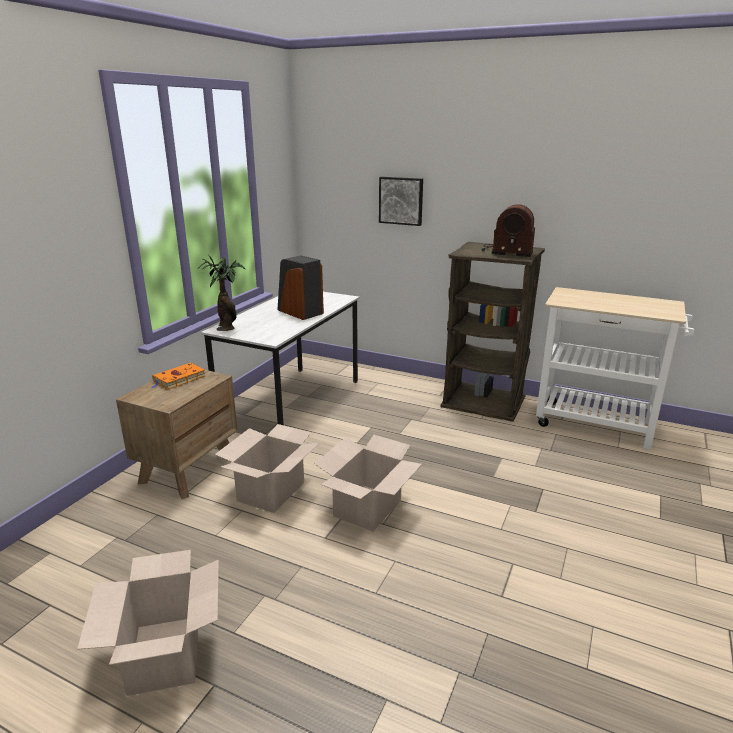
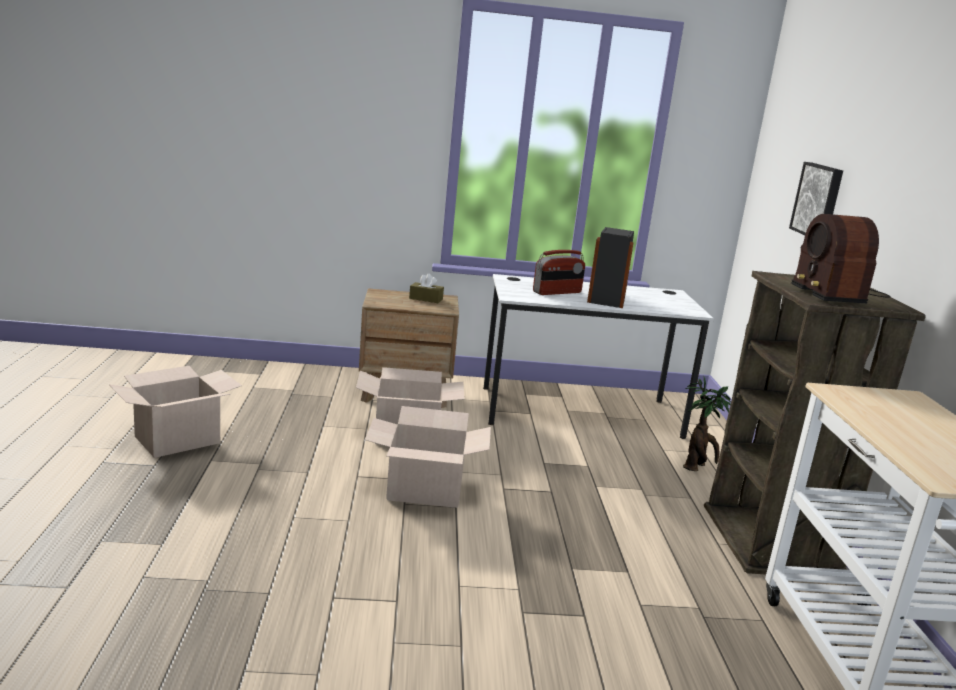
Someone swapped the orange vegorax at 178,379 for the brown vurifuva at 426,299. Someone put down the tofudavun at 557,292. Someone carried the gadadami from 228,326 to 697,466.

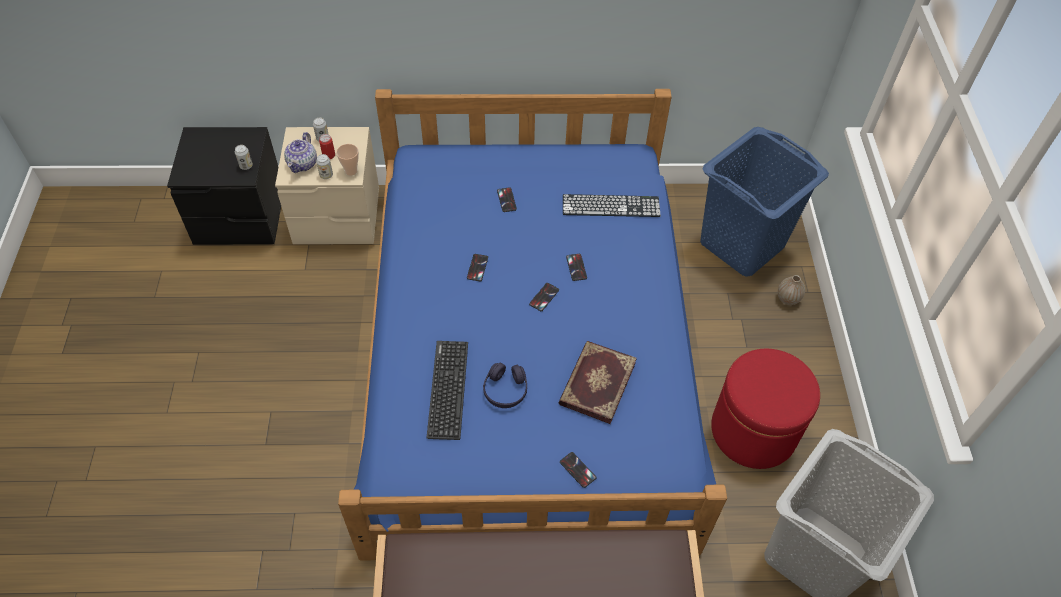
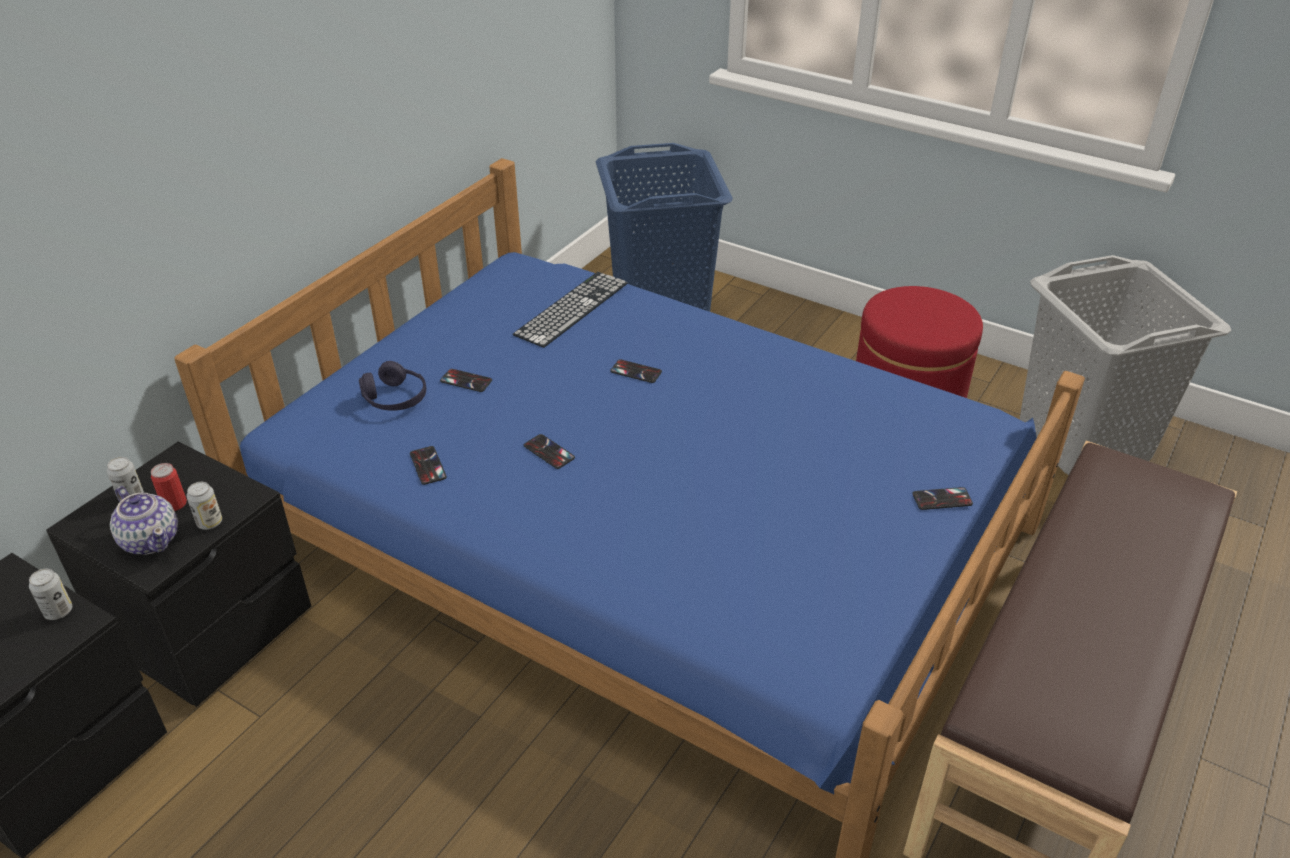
Someone repainted the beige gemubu at 337,216, which became the black gemubu at 207,628. Someone carried the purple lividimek from 505,390 to 395,398. Someone carried the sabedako from 544,297 to 428,466. Someone took away the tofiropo at 351,171. Someone took away the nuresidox at 448,389. Someone took away the vegorax at 596,383. Someone took away the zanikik at 787,299.

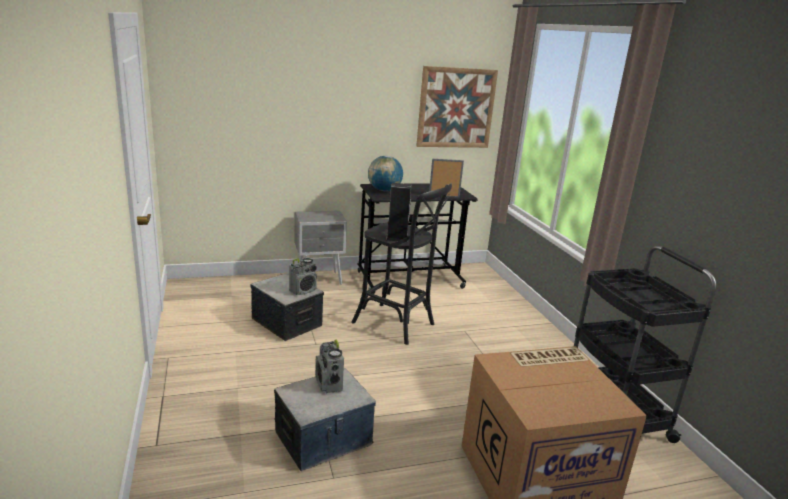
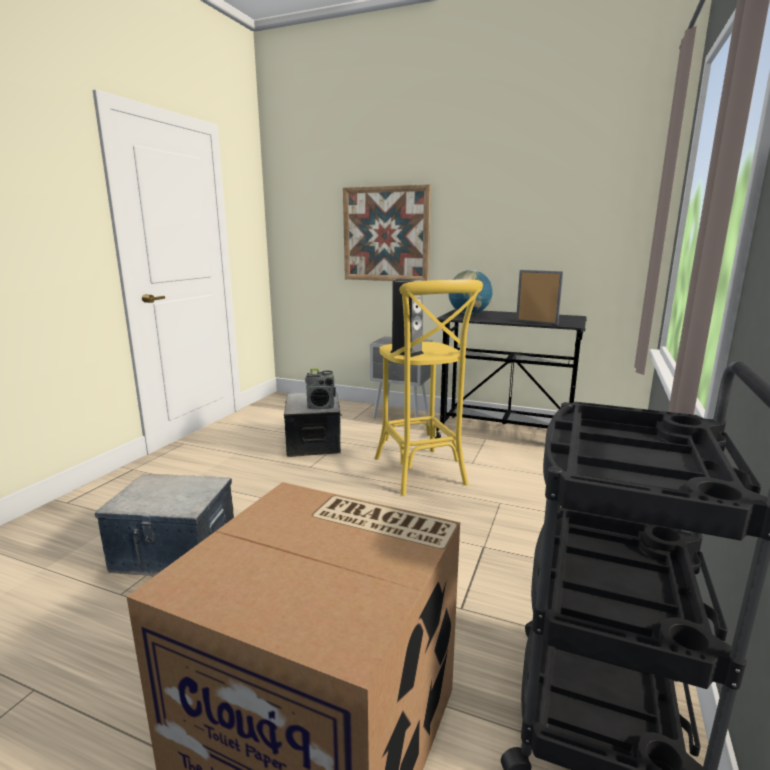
Someone carried the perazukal from 456,108 to 386,234. Someone repainted the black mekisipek at 396,325, which became the yellow mekisipek at 420,473. Someone took away the tofudavun at 329,384.

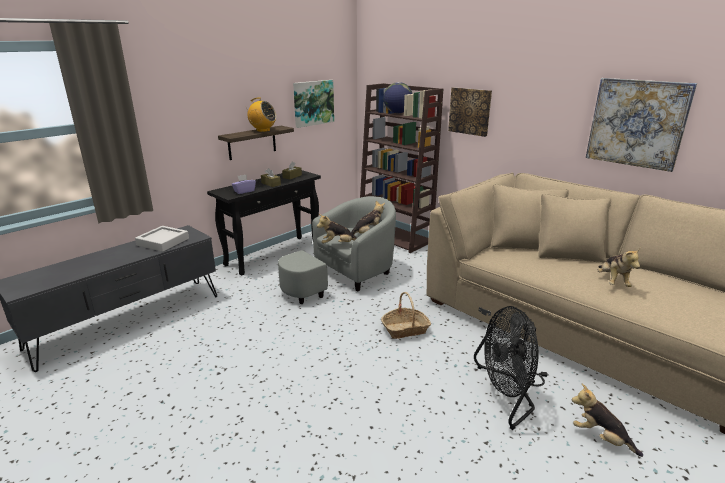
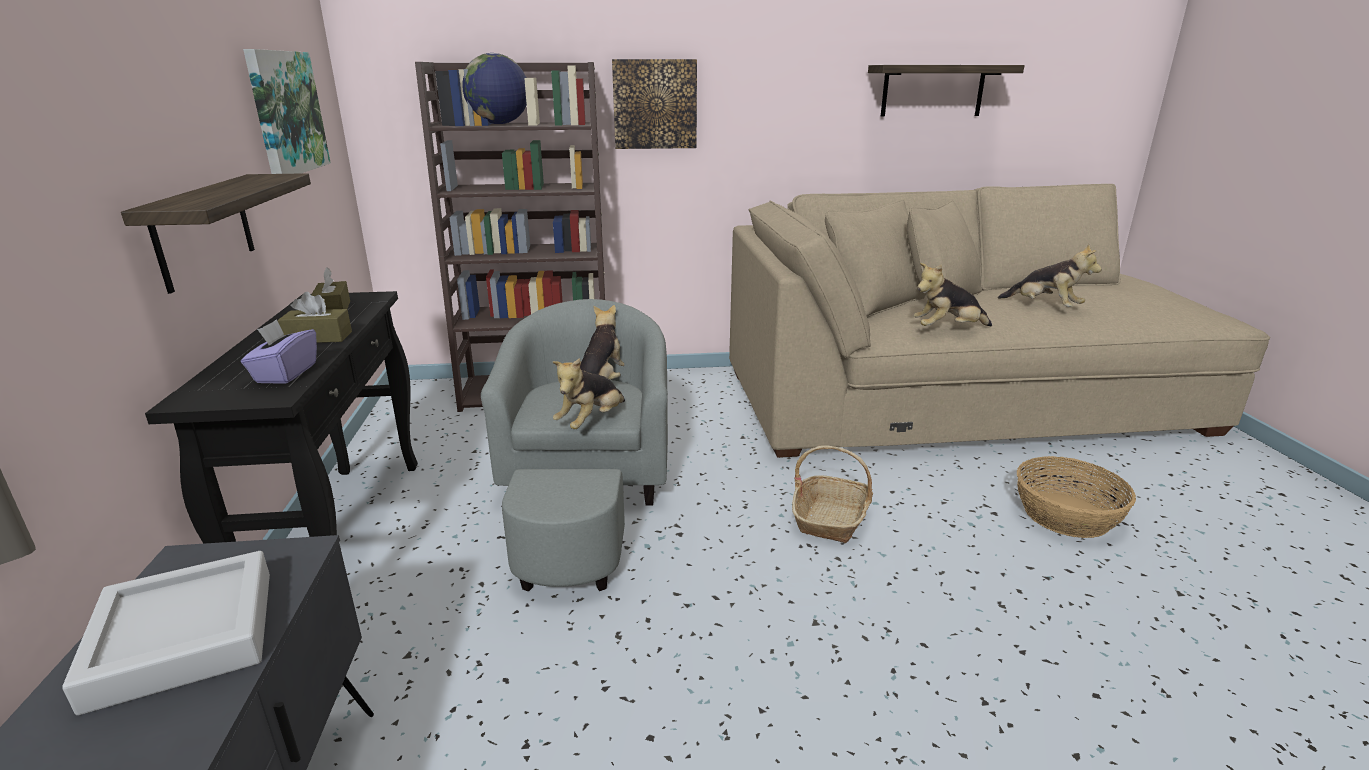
Someone swapped the perazukal at 637,123 for the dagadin at 932,91. Someone carried the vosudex from 600,438 to 947,329. Someone swapped the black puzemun at 509,392 for the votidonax at 1066,515. Someone took away the tofudavun at 262,130.

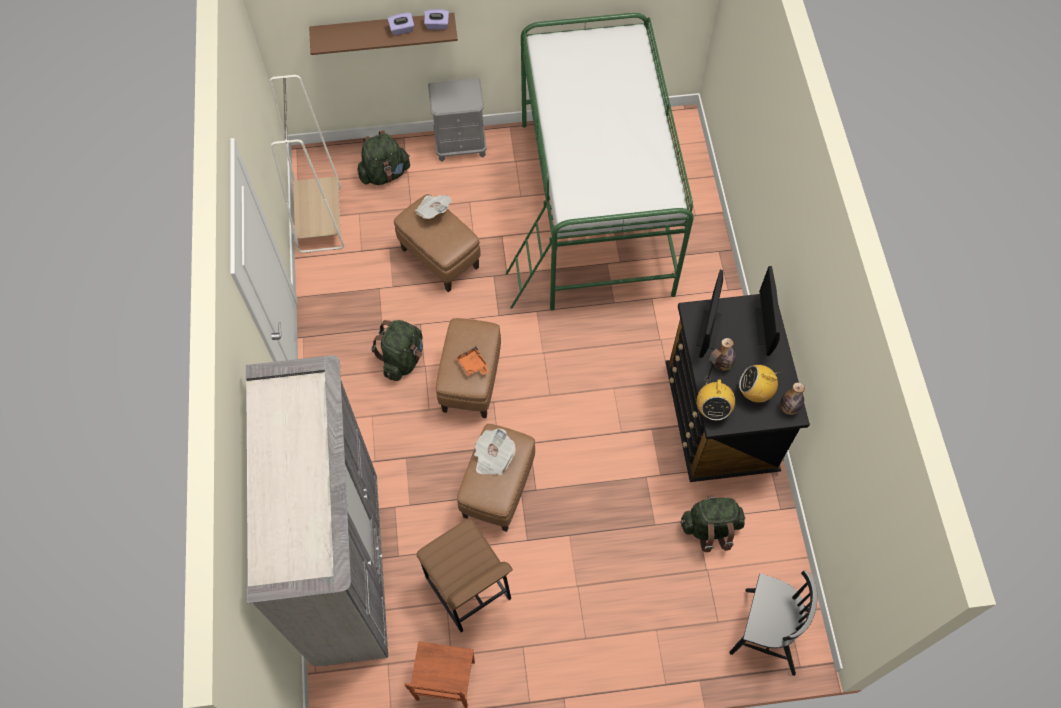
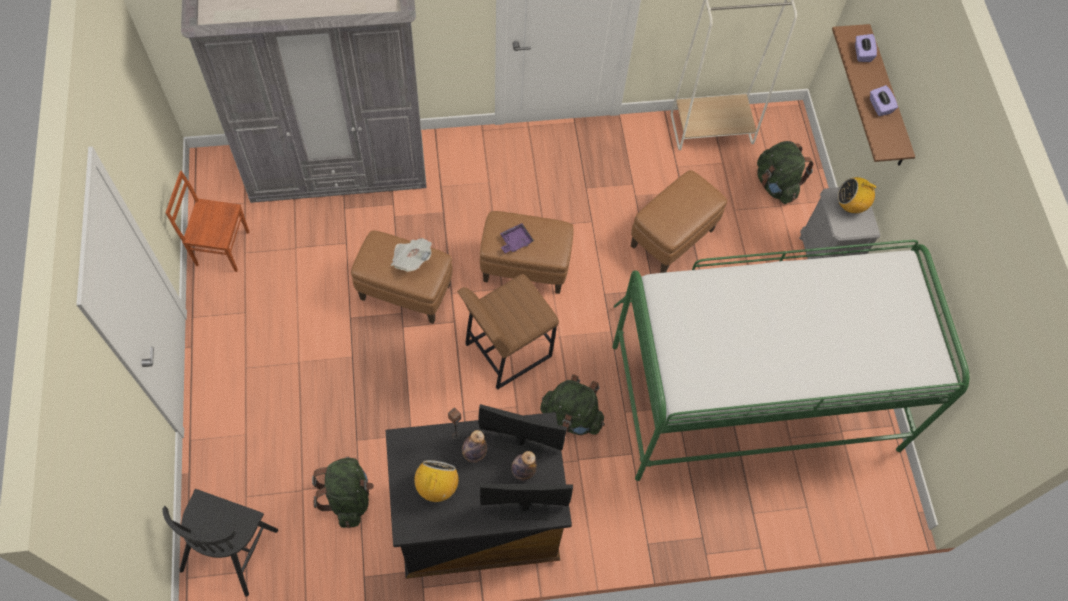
Someone carried the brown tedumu from 469,590 to 506,351. Someone repainted the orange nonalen at 472,365, which became the purple nonalen at 515,241. Someone carried the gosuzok from 789,408 to 523,471. Someone carried the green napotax from 403,359 to 572,417. Someone carried the tofudavun from 712,409 to 850,205. Someone carried the purple vurifuva from 437,25 to 862,53. Someone took away the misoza at 434,211.

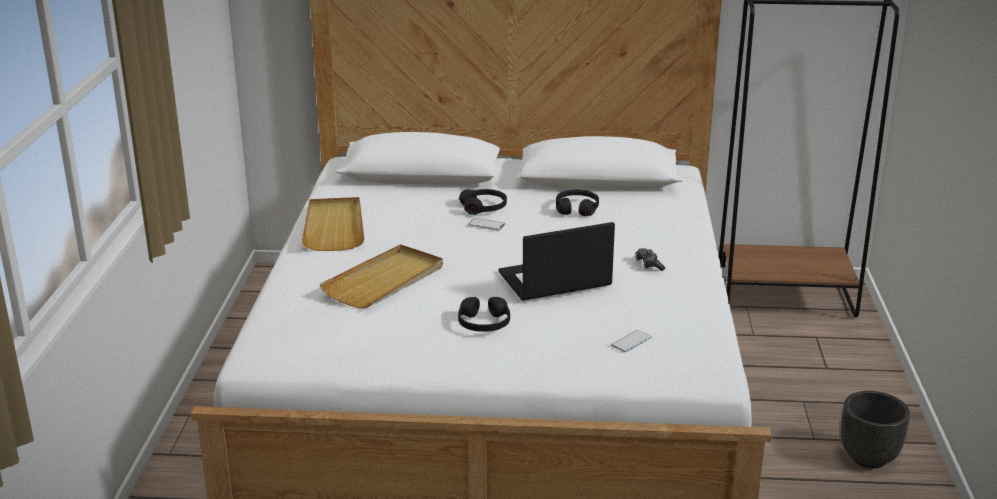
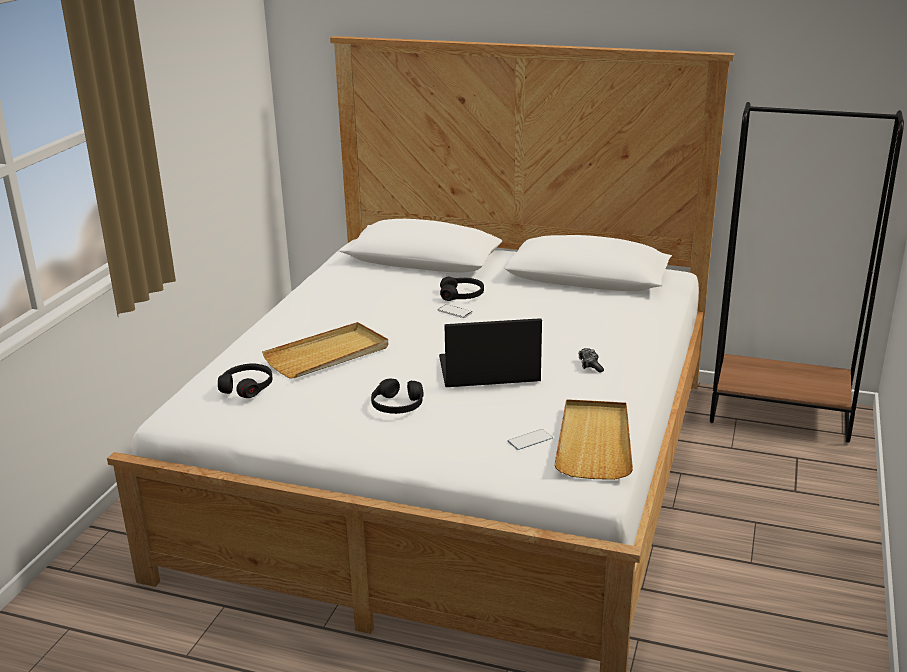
Someone carried the black lividimek from 577,209 to 247,387. Someone carried the beige nonalen from 334,227 to 594,442. Someone took away the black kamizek at 869,458.

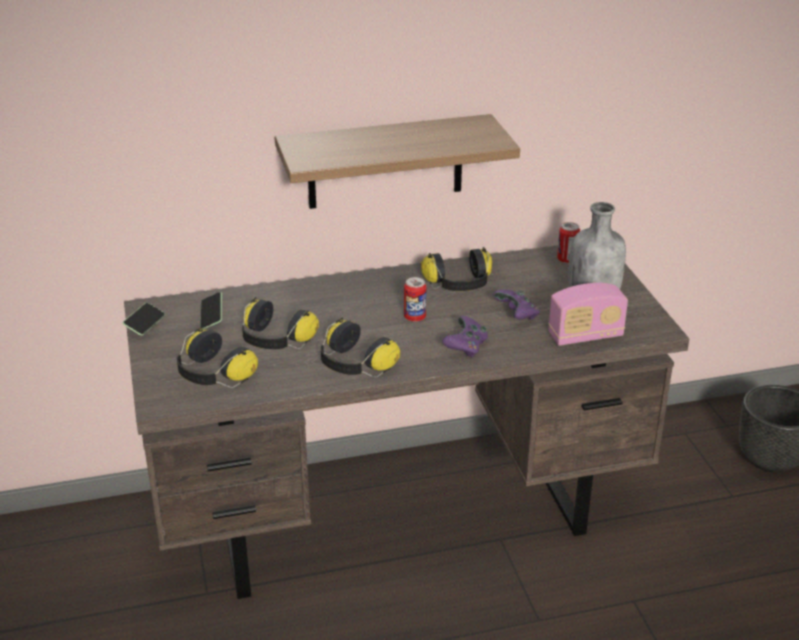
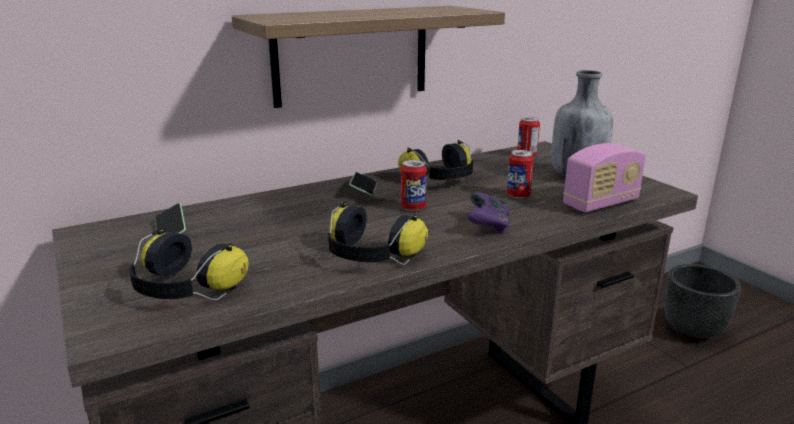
Someone carried the sabedako from 145,325 to 363,190. Someone swapped the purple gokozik at 517,315 for the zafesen at 518,195. Someone took away the lividimek at 274,341.

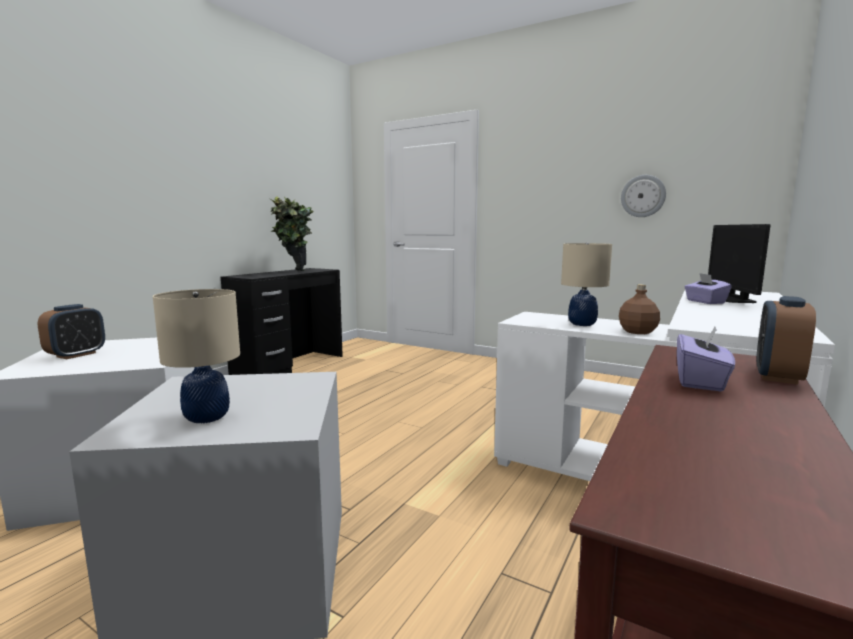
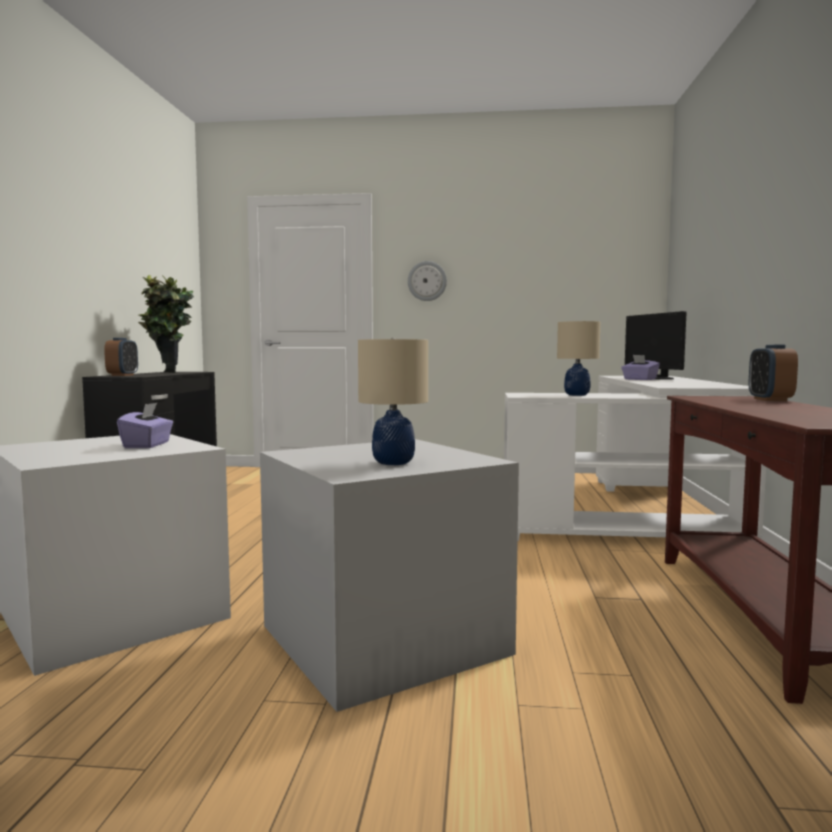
Someone carried the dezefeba from 76,355 to 122,375. Someone carried the purple vurifuva from 700,381 to 147,445. Someone carried the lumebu from 643,196 to 427,281. Someone took away the brown gosuzok at 638,332.

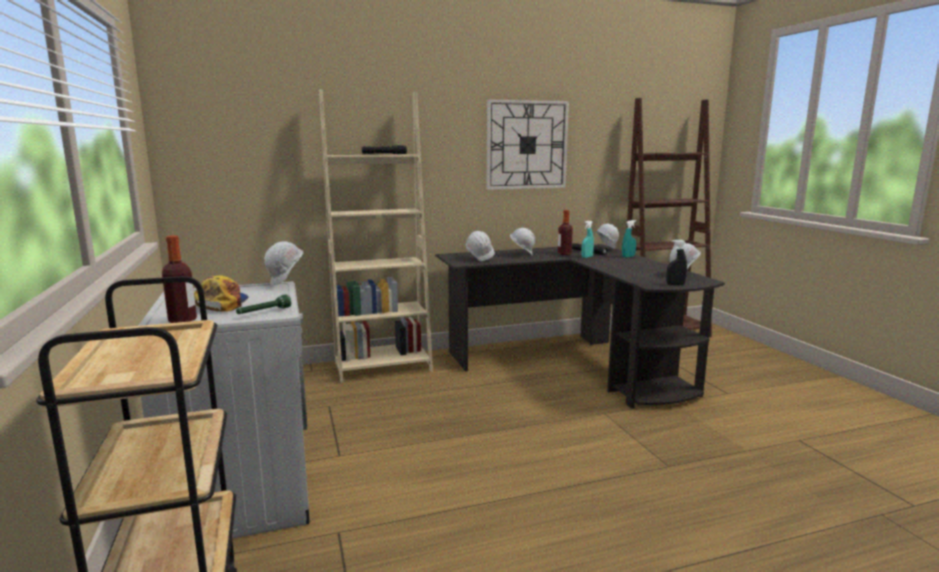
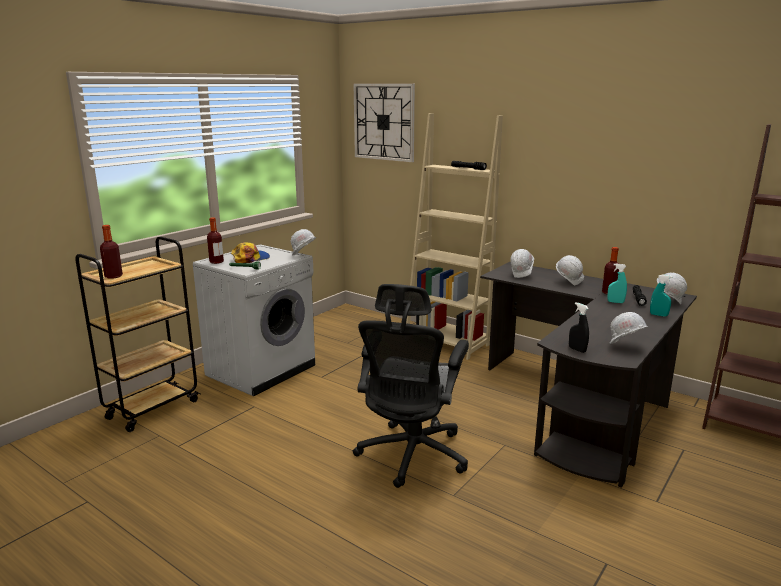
Someone put down the gosuzok at 113,276. Someone carried the lumebu from 527,145 to 384,122. Someone put down the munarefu at 411,458.

